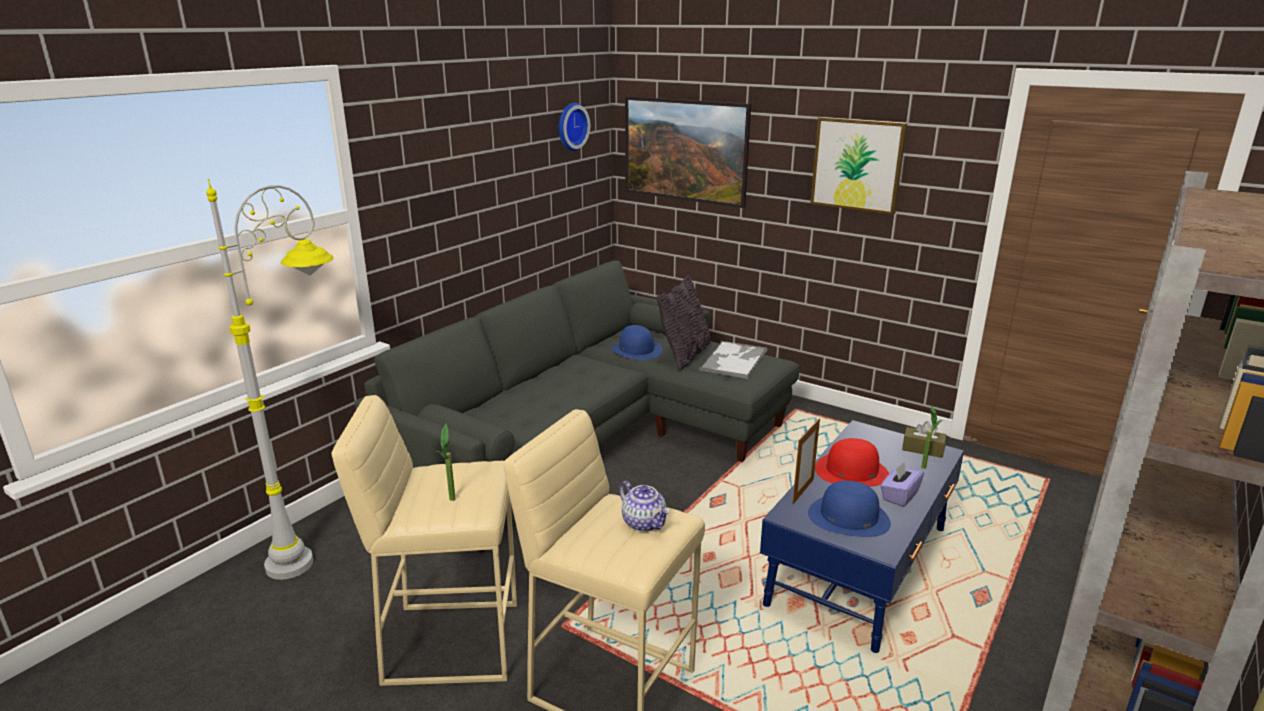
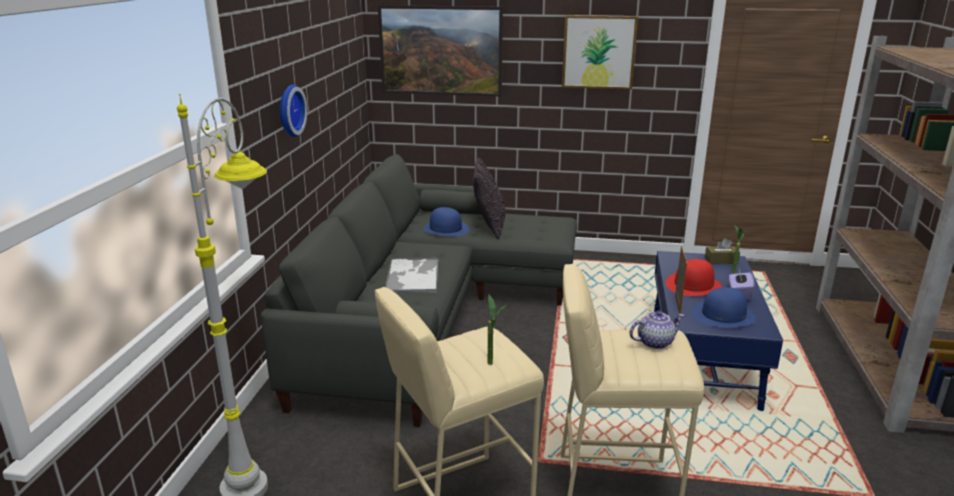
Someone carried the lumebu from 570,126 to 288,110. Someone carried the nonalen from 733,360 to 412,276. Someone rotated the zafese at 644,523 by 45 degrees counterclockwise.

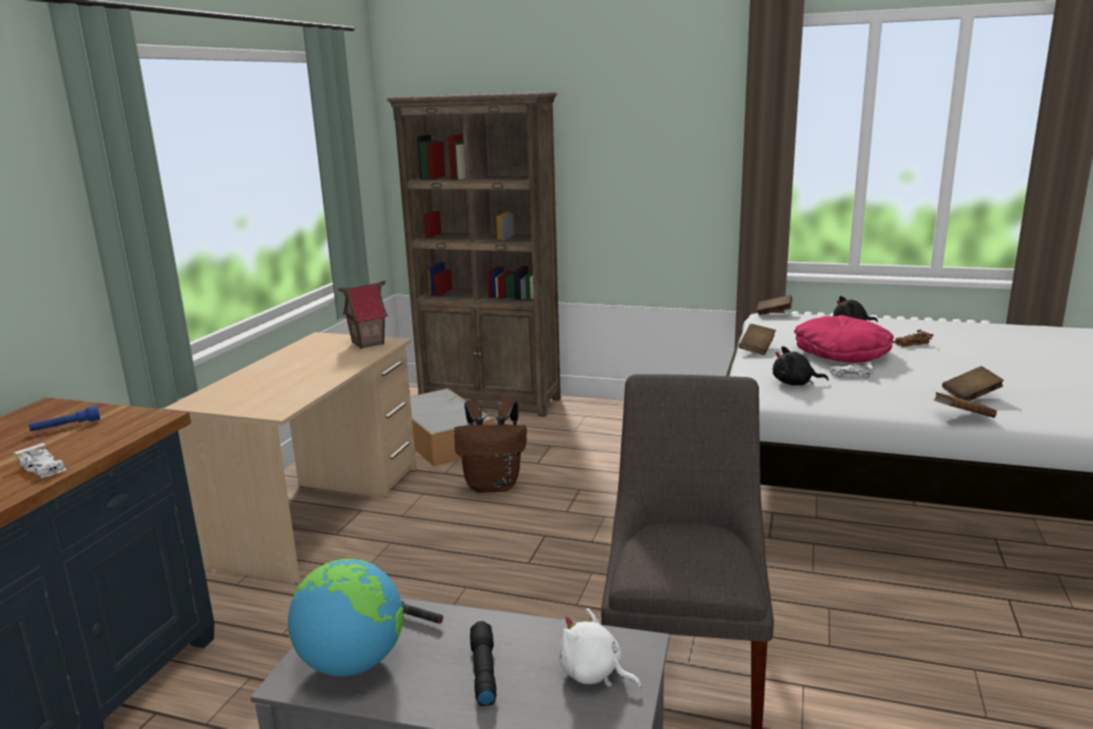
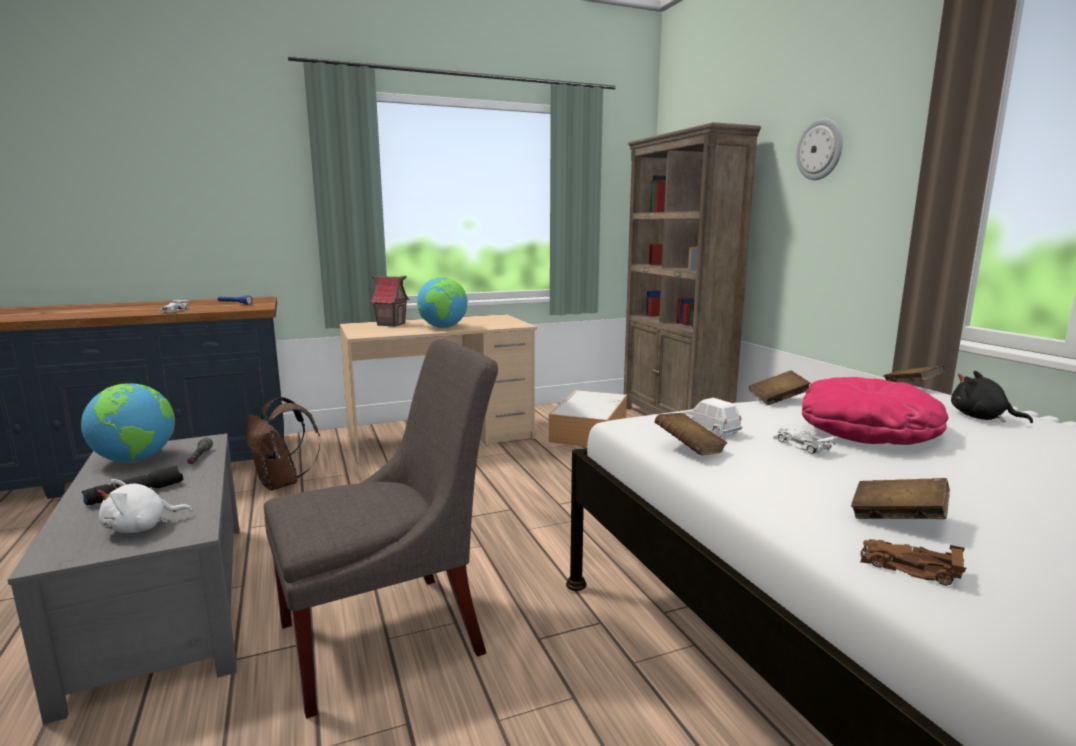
Someone rotated the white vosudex at 593,674 by 120 degrees counterclockwise. Someone carried the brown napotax from 494,485 to 282,483. Someone carried the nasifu from 367,343 to 391,324. Someone put down the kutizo at 443,327. Someone carried the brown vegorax from 962,417 to 689,449. Someone swapped the black vosudex at 795,383 for the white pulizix at 710,429. Someone put up the lumebu at 820,149. Someone carried the brown pulizix from 911,343 to 908,568.

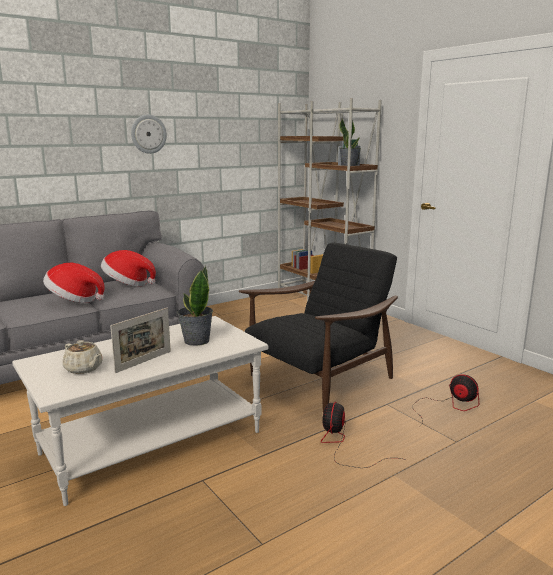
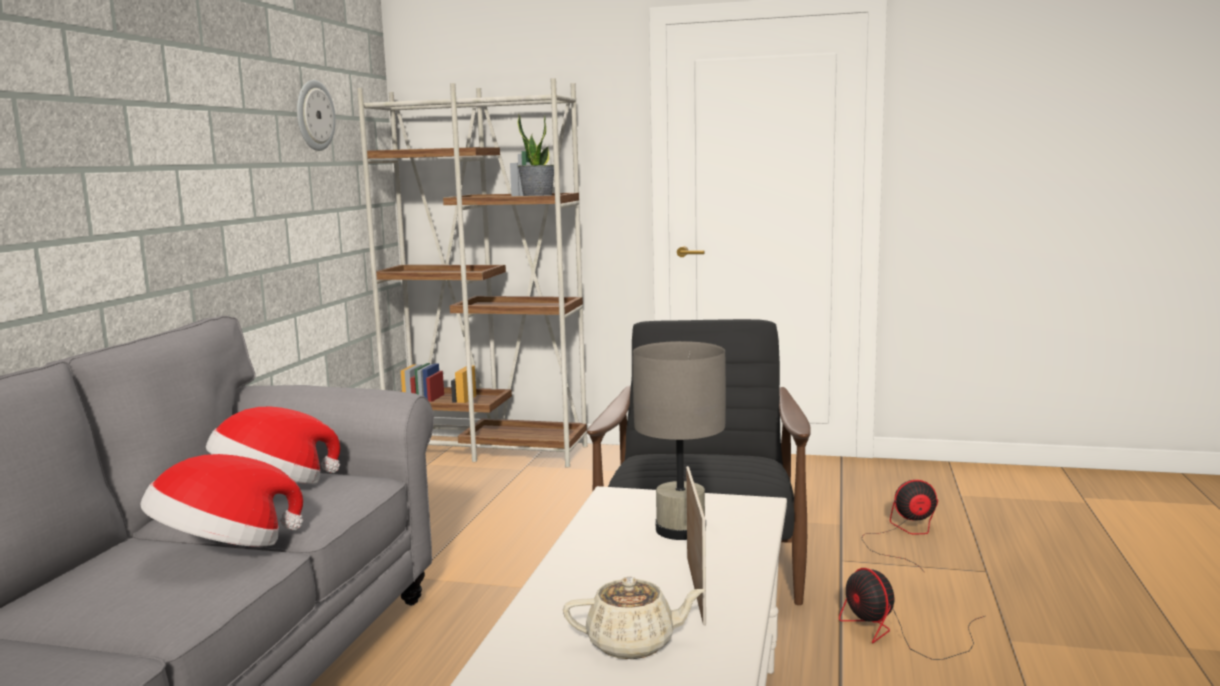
Someone carried the lumebu from 148,134 to 314,115. Someone swapped the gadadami at 196,341 for the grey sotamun at 680,529.

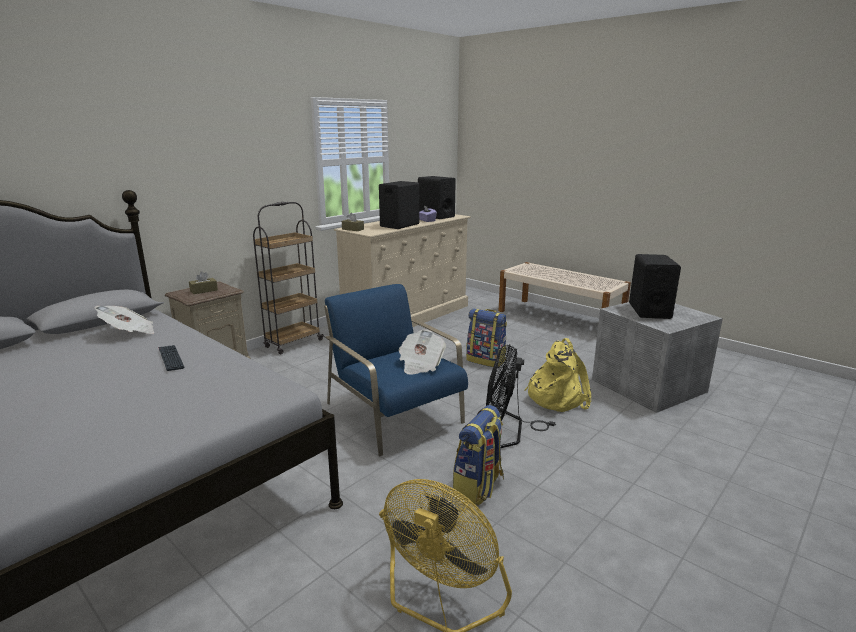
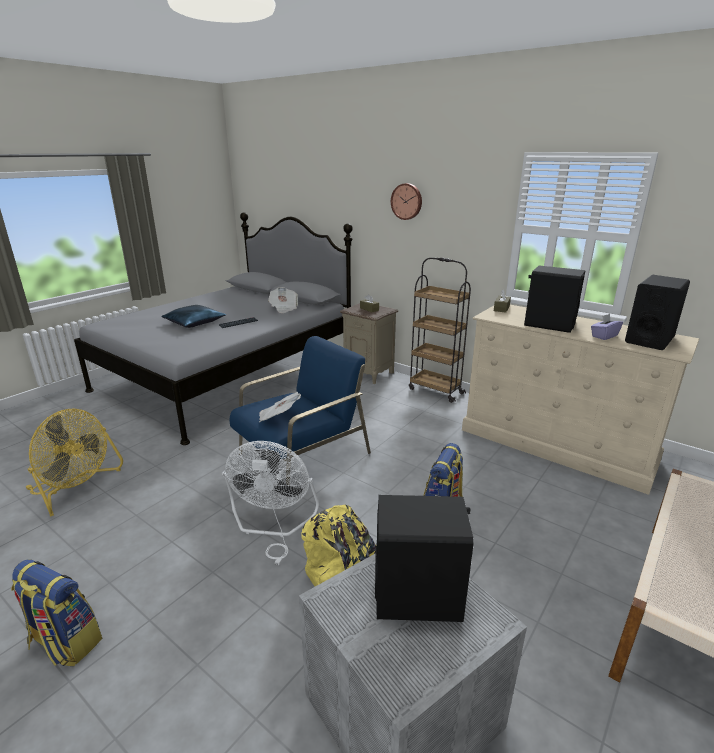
Someone carried the napotax from 478,487 to 65,642. Someone put down the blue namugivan at 194,322. Someone repainted the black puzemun at 507,429, which became the white puzemun at 272,526. Someone put up the lumebu at 407,201.

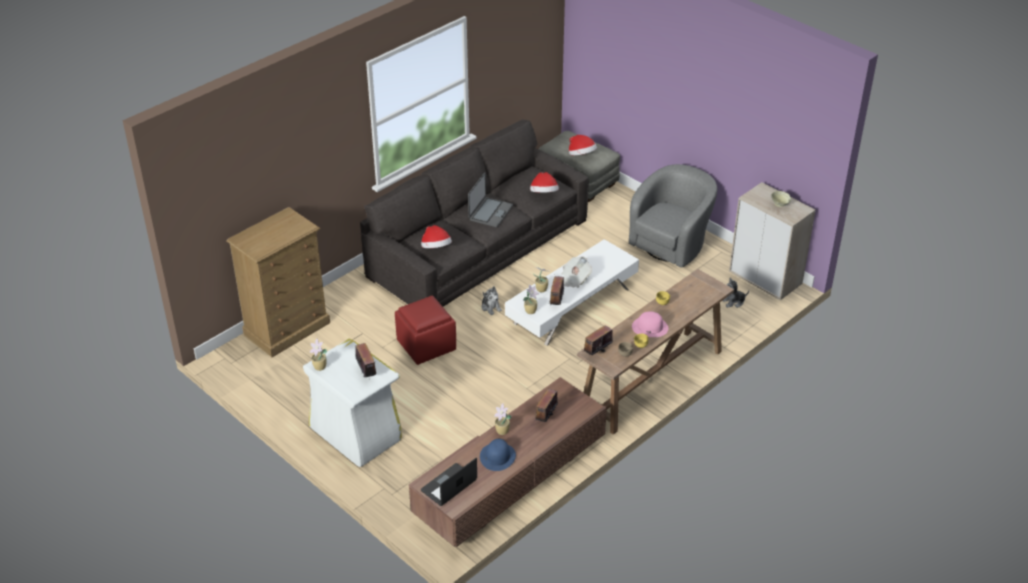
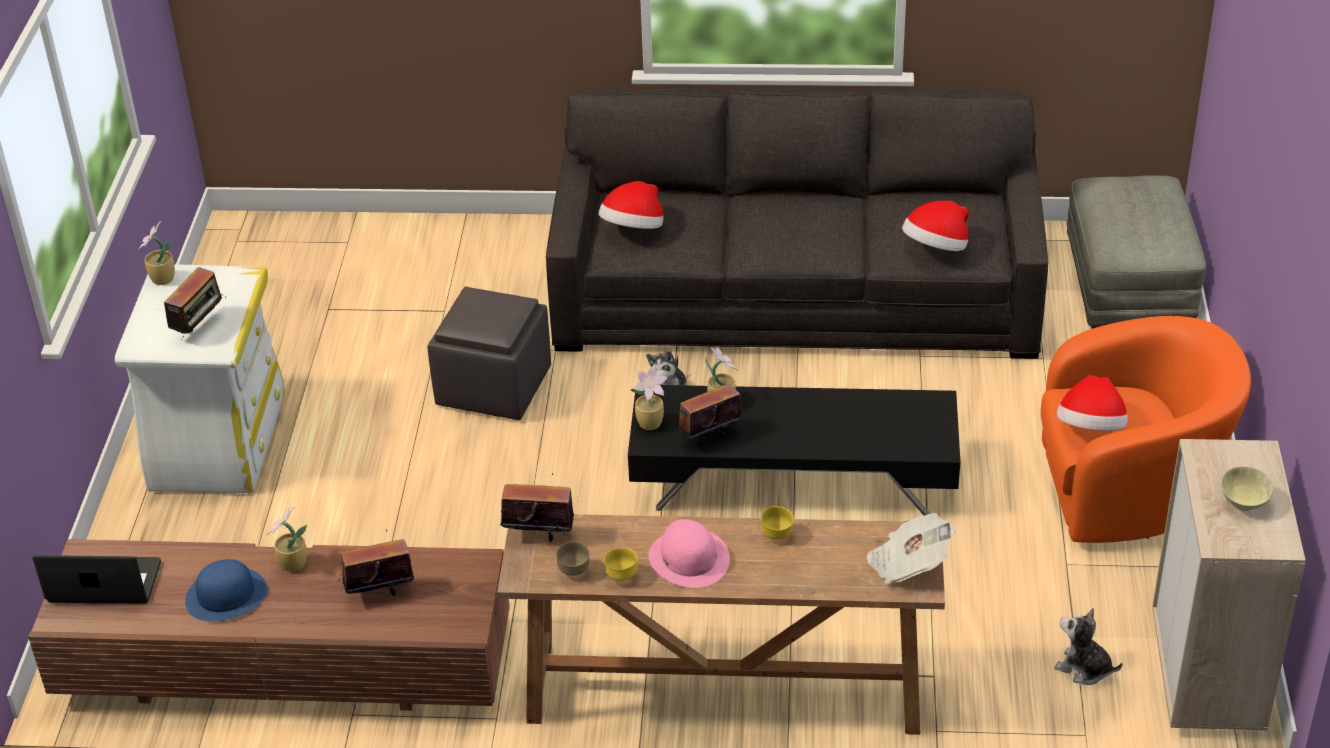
Someone repainted the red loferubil at 425,345, which became the grey loferubil at 493,386. Someone repainted the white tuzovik at 572,305, which became the black tuzovik at 794,477. Someone carried the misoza from 574,279 to 908,564. Someone repainted the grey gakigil at 671,244, which became the orange gakigil at 1129,493. Someone carried the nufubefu from 581,155 to 1090,429. Someone took away the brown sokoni at 287,328. Someone took away the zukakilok at 490,213.

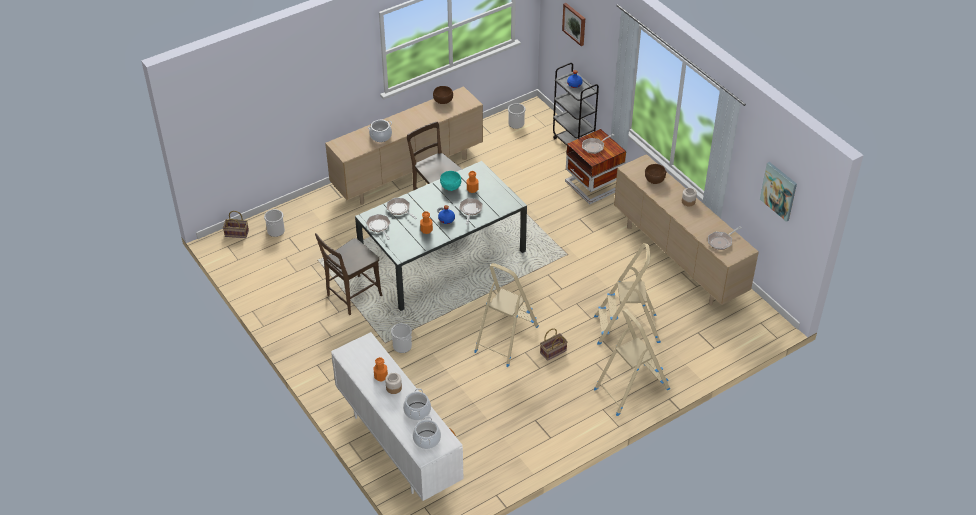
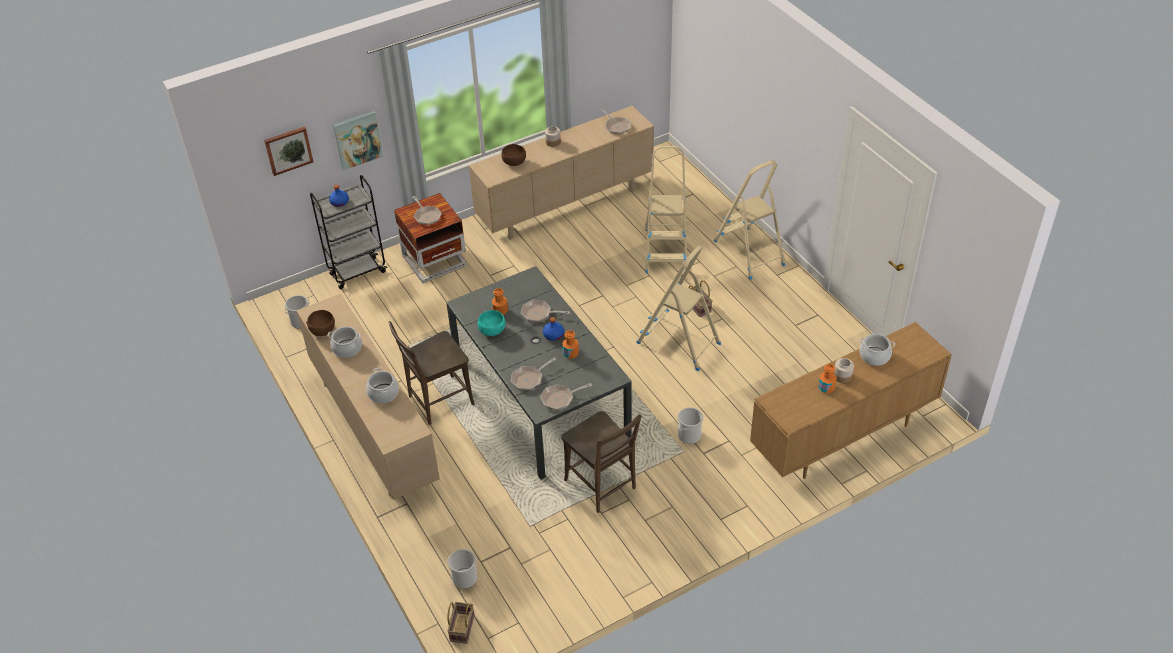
Someone carried the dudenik from 426,439 to 347,349. Someone carried the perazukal from 779,191 to 357,139. Someone repainted the white sokoni at 399,446, which became the brown sokoni at 842,437.

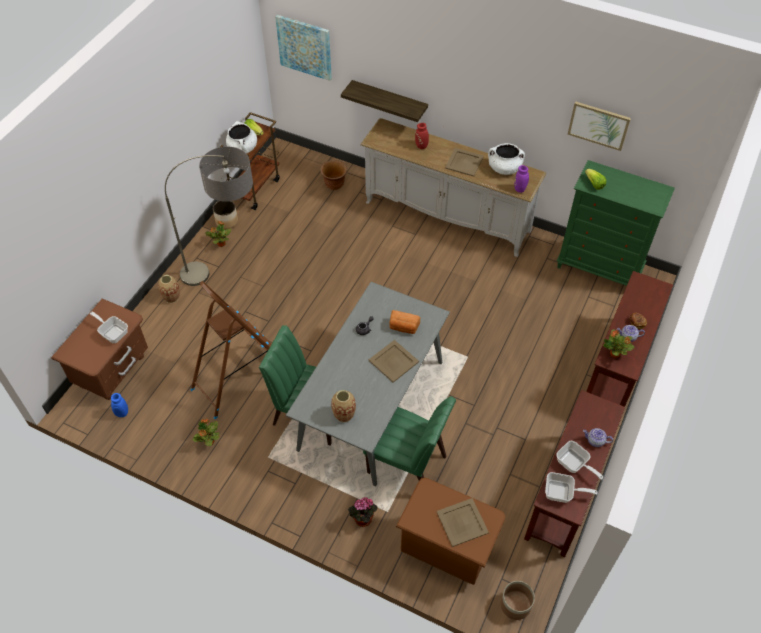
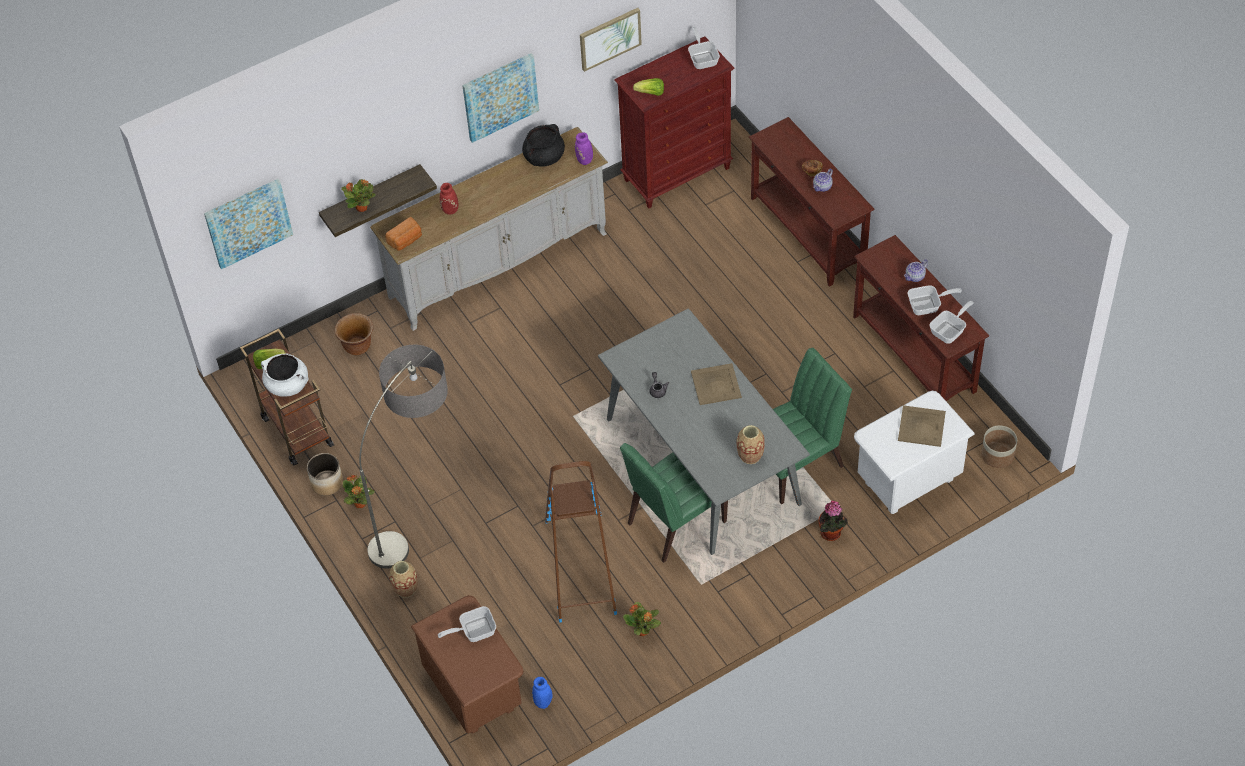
Someone carried the gadadami from 615,354 to 362,207. Someone carried the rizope from 403,327 to 406,240. Someone put up the perazukal at 500,96. Someone repainted the white dudenik at 504,168, which became the black dudenik at 544,157. Someone repainted the green sokoni at 599,268, which became the red sokoni at 677,174. Someone put down the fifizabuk at 703,58. Someone repainted the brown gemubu at 447,547, which became the white gemubu at 906,478. Someone took away the beige nonalen at 464,162.

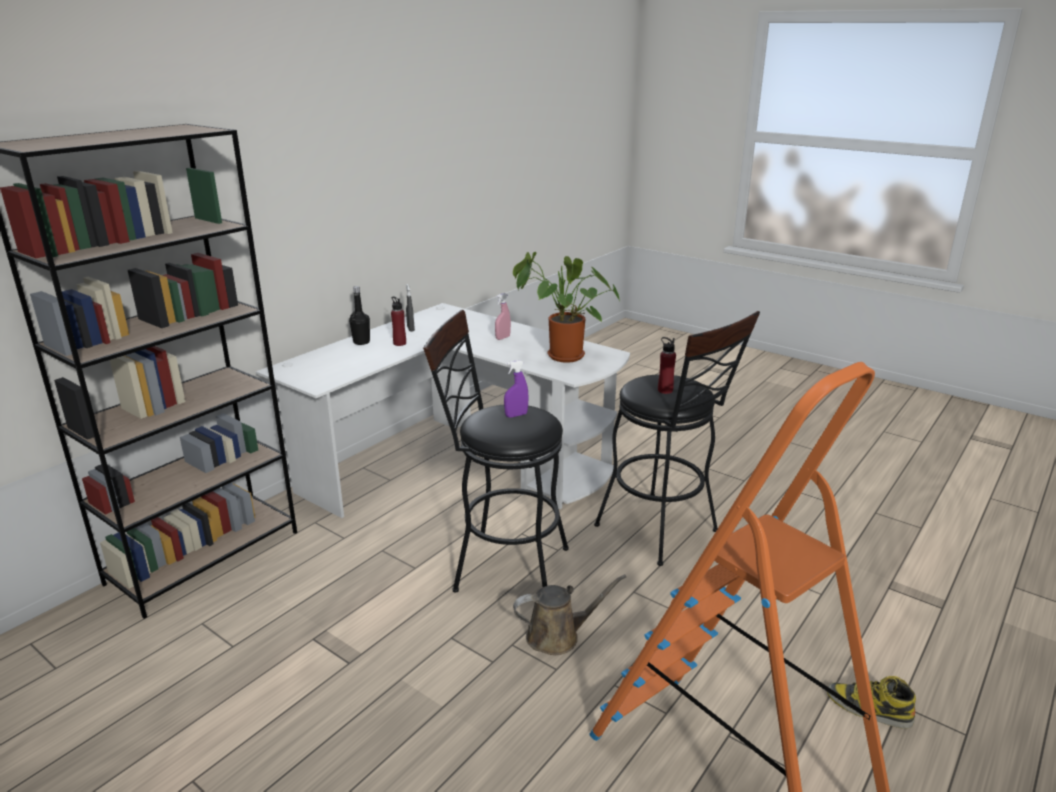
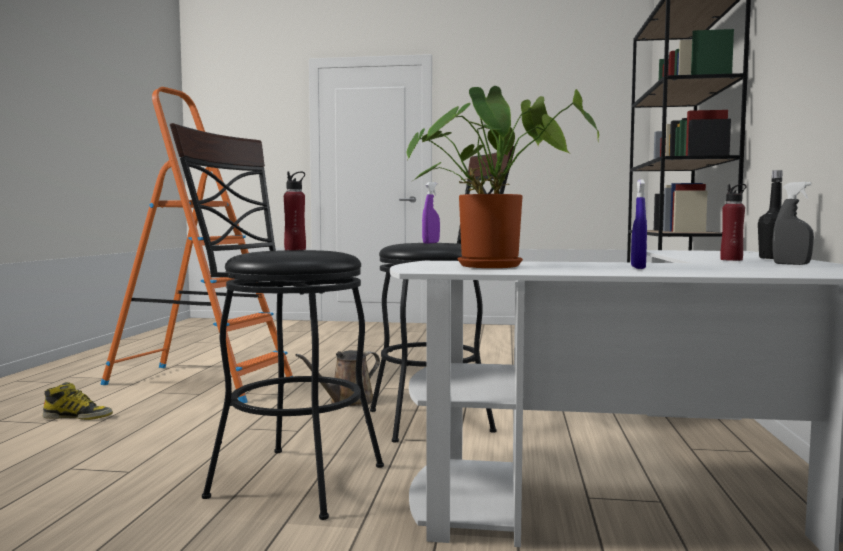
Someone repainted the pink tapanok at 502,338, which became the blue tapanok at 638,267.

